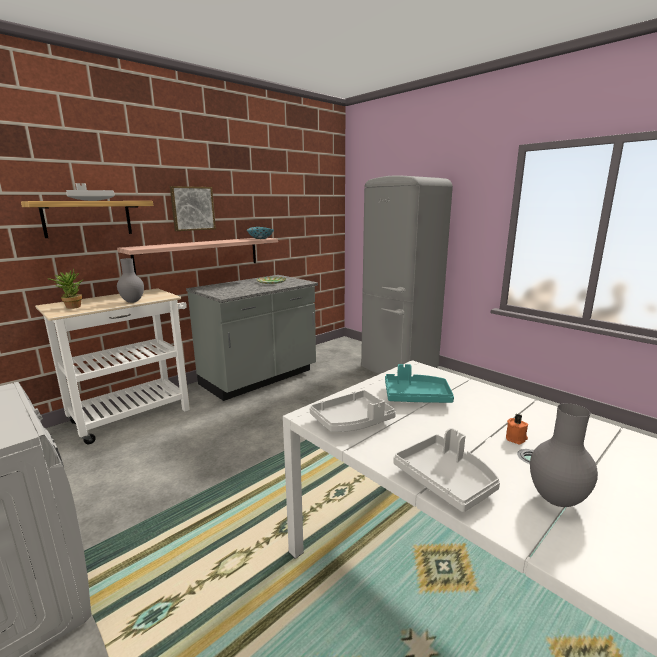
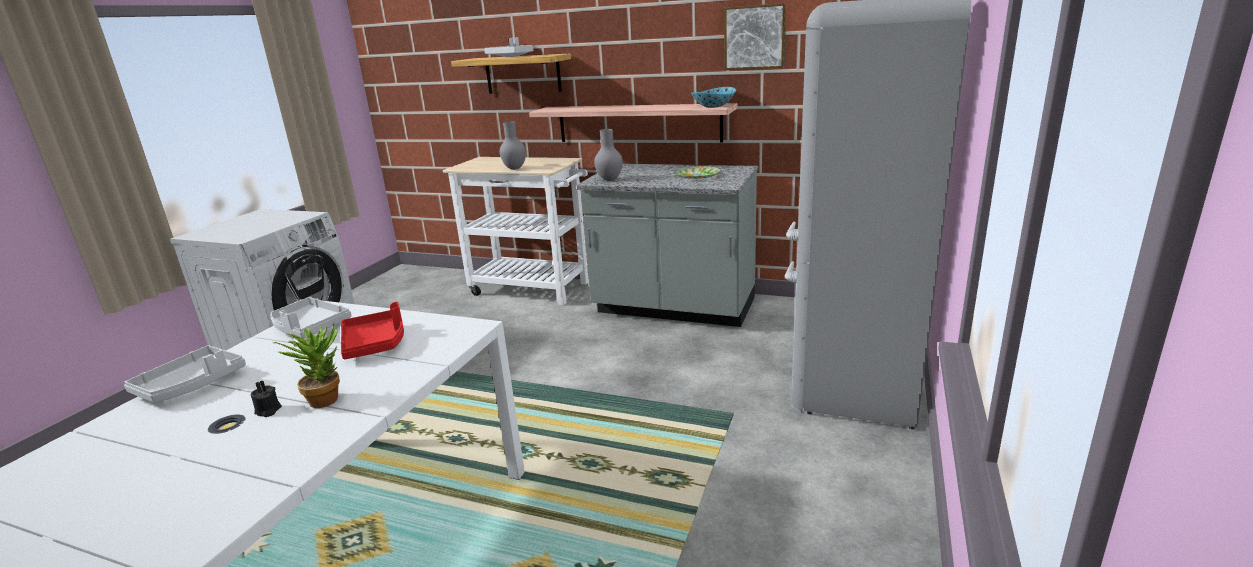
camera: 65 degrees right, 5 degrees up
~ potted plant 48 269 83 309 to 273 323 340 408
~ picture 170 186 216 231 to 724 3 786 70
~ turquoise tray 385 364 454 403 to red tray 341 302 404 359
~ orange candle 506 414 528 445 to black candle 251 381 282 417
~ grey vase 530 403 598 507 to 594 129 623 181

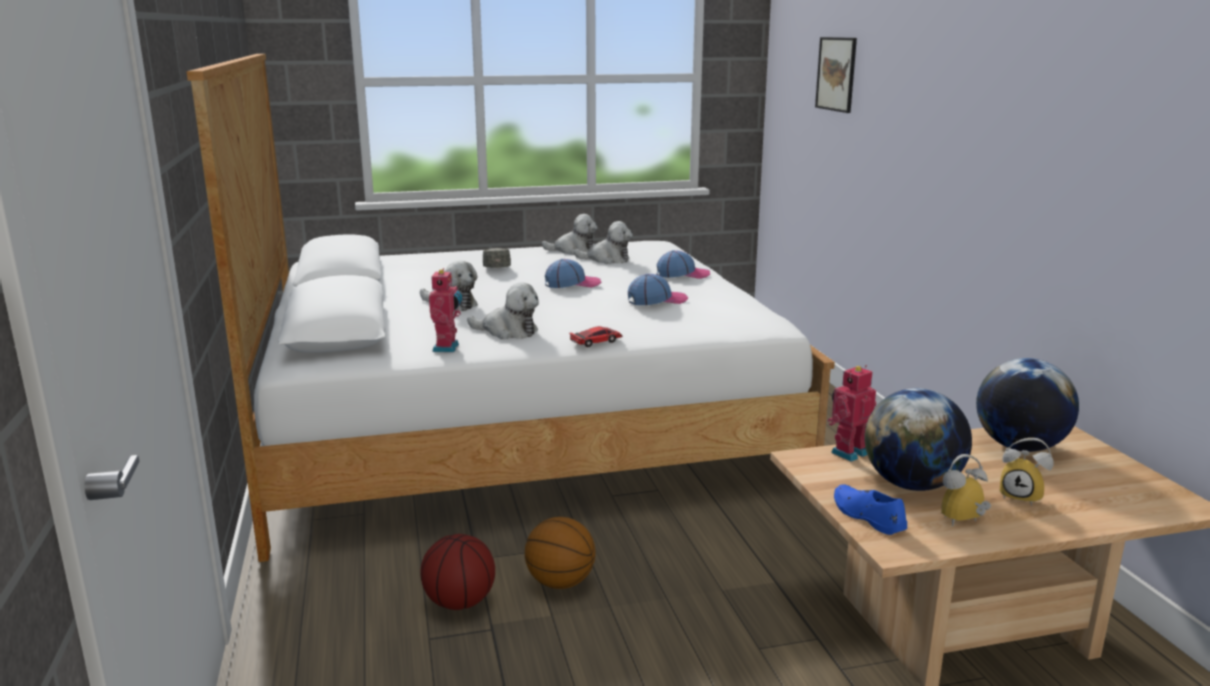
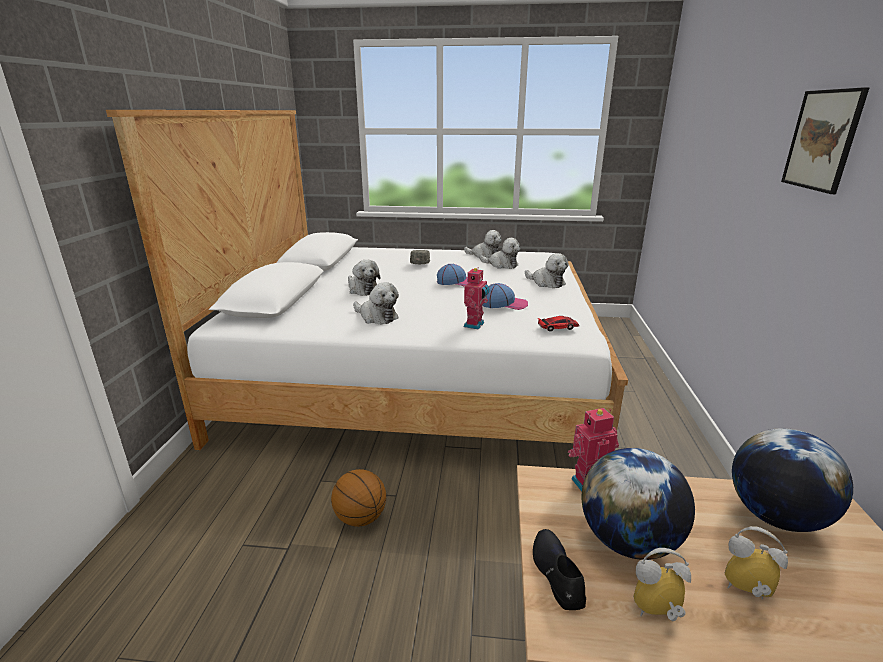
camera: 20 degrees right, 5 degrees up
- basketball 420 534 495 610
~ toy robot 429 268 462 352 to 464 267 490 330
~ toy car 569 326 623 347 to 538 316 579 332
~ cap 656 250 710 279 to plush toy 525 253 569 288
~ picture 815 37 857 113 to 781 87 870 194
~ blue shoe 834 484 907 535 to black shoe 533 529 586 610
~ alarm clock 1000 438 1054 506 = 724 526 788 599 150 degrees clockwise

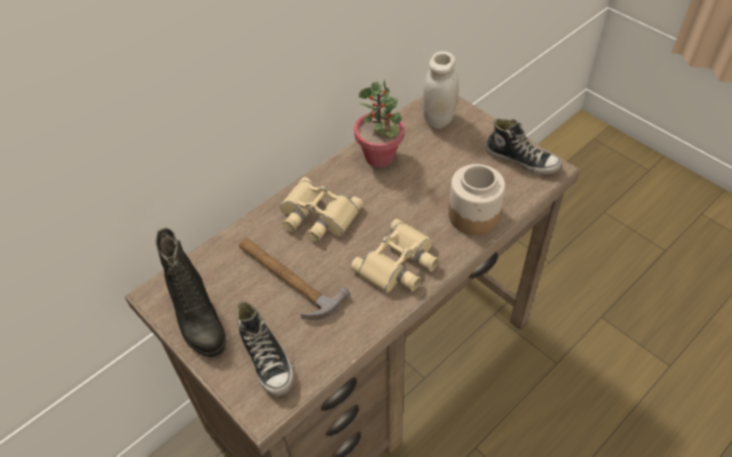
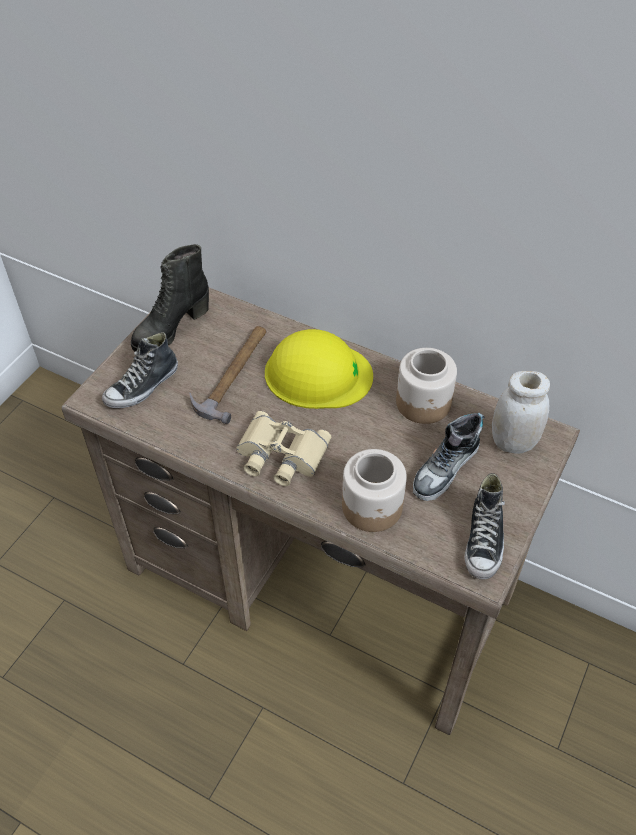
camera: 70 degrees right, 0 degrees up
~ beige binoculars 279 177 363 242 to yellow hard hat 265 329 373 409
~ potted plant 354 79 405 168 to jar 396 348 457 424
+ shoe 413 413 484 501

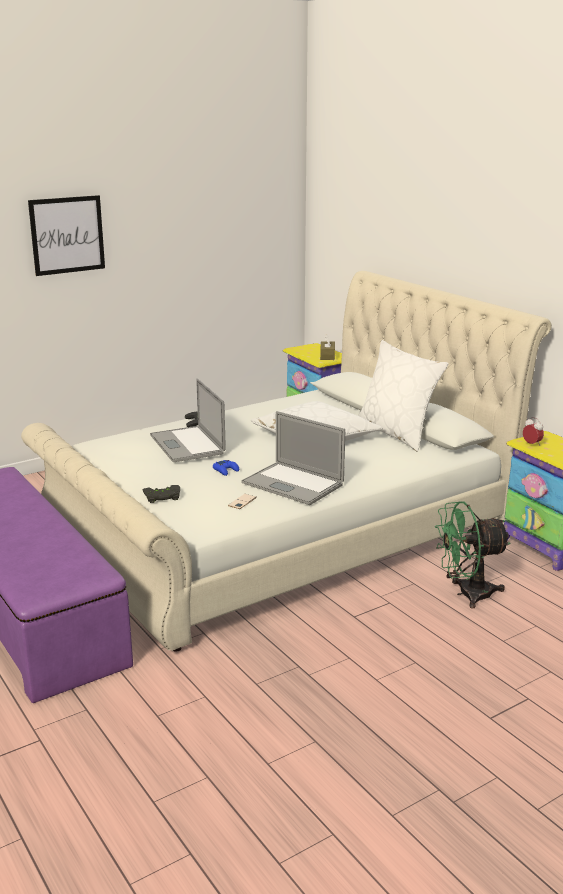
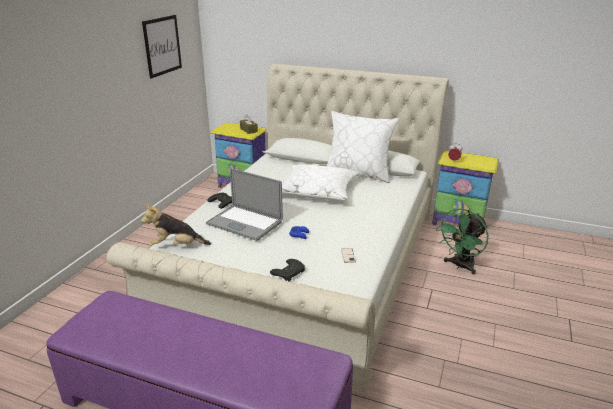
camera: 35 degrees left, 5 degrees up
~ picture 28 195 105 276 to 142 15 182 79
- laptop 242 411 345 505
+ plush toy 141 204 211 245

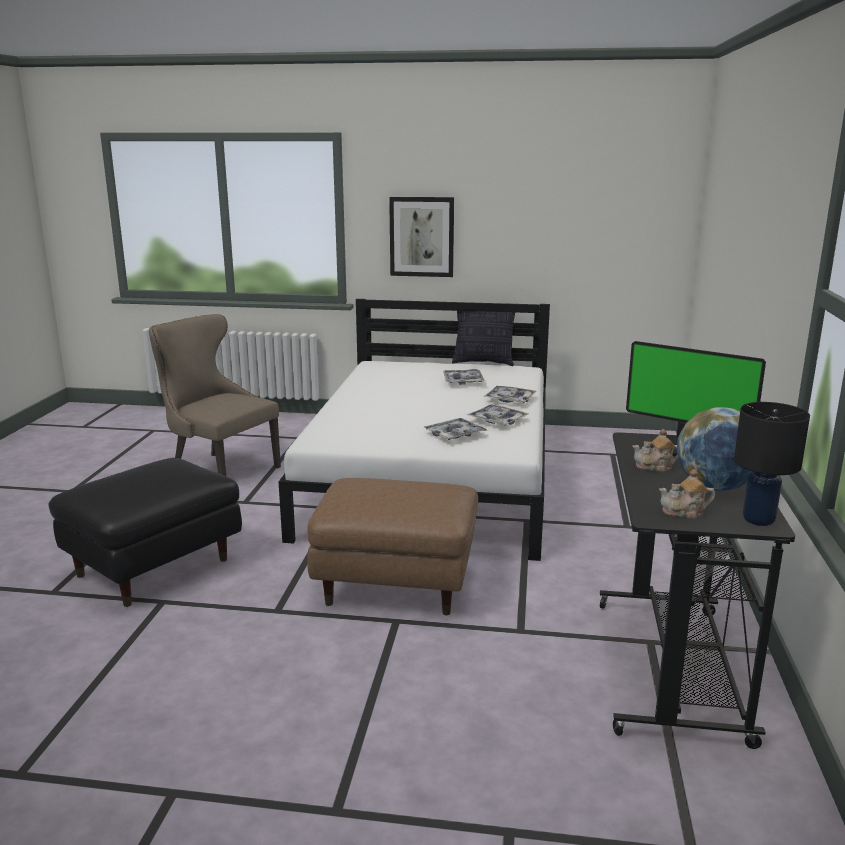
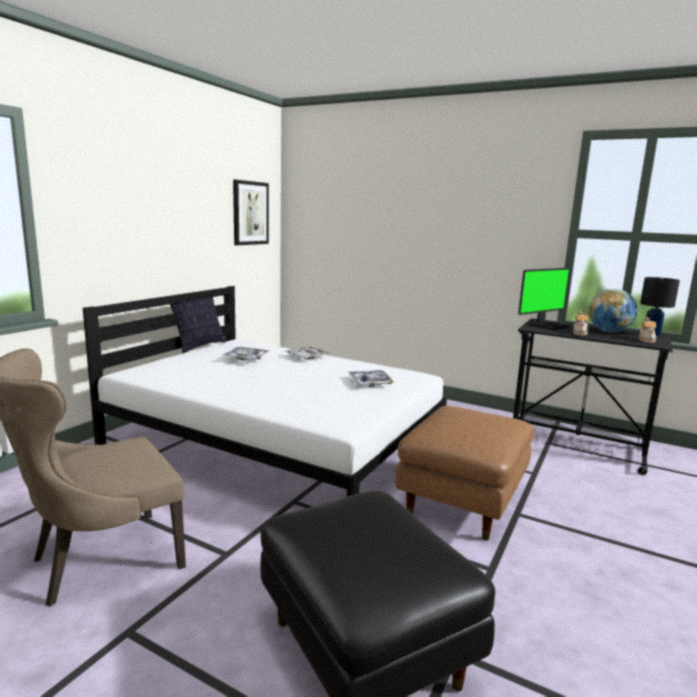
camera: 70 degrees left, 5 degrees down
~ picture 389 197 454 277 to 233 180 269 245
- tray 467 404 528 426

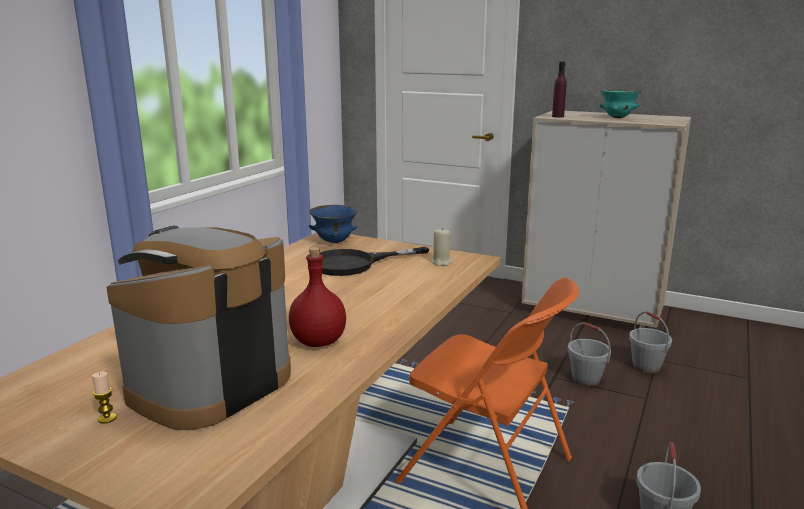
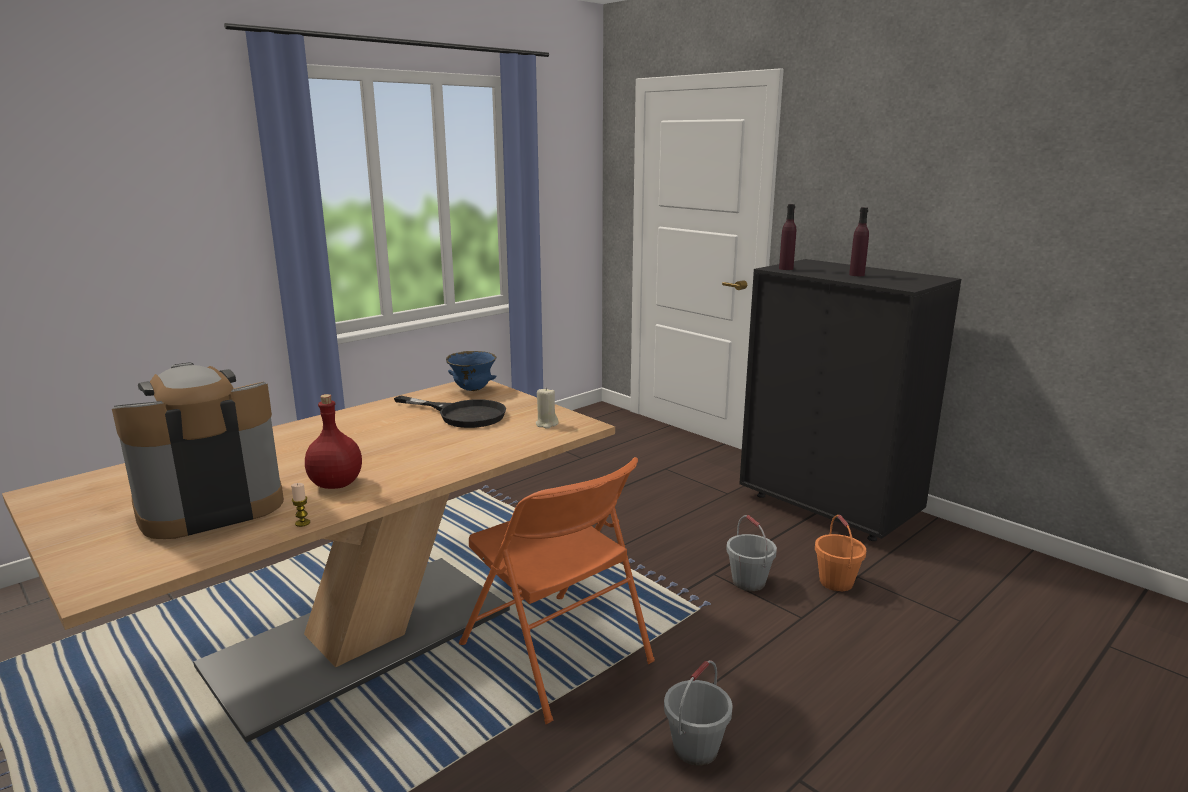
camera: 20 degrees right, 0 degrees up
~ candle 92 372 116 424 to 291 483 310 527
~ black frying pan 320 247 429 276 = 394 396 506 428 150 degrees counterclockwise
~ beige cabinet 521 111 691 328 to black cabinet 739 259 961 541
~ turquoise bowl 599 90 641 118 to purple bottle 849 207 869 276
~ grey bucket 629 311 672 373 to orange bucket 815 515 866 591

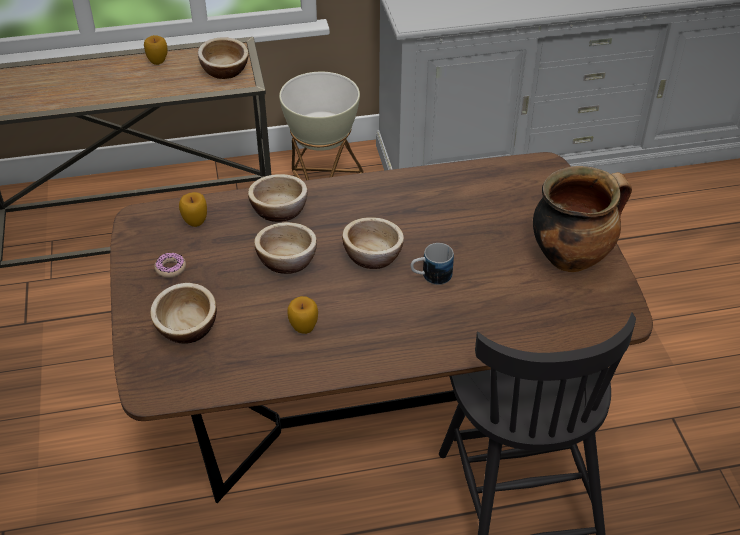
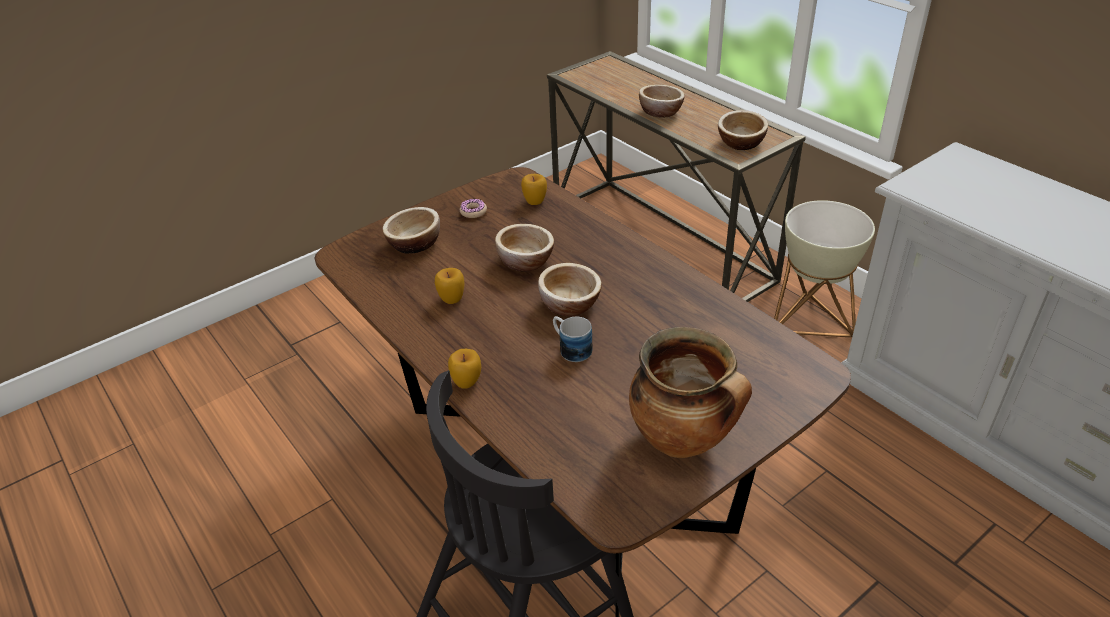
camera: 65 degrees right, 5 degrees down
~ apple 144 35 168 65 to 448 349 481 389
~ bowl 248 174 308 222 to 639 84 685 118

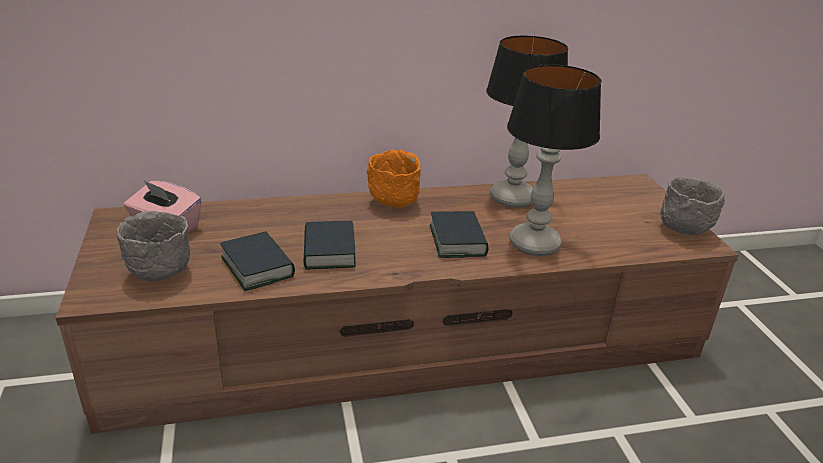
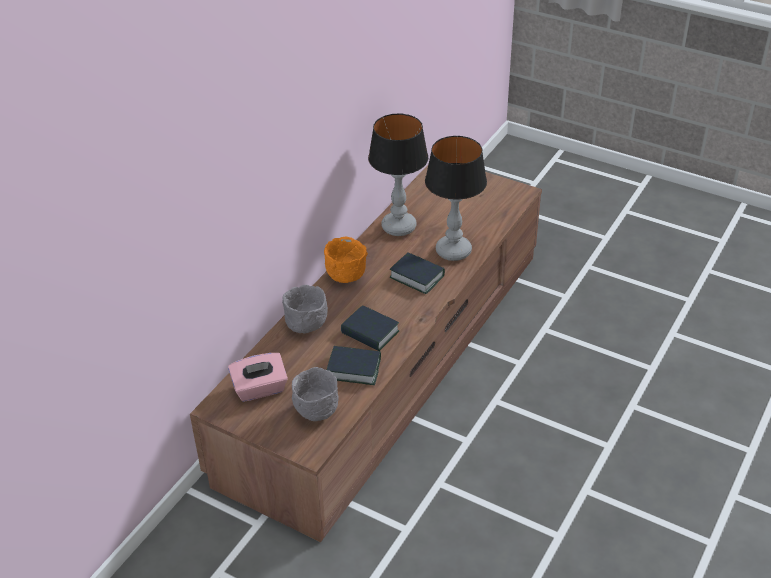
camera: 45 degrees left, 10 degrees up
~ grey bowl 660 177 725 235 to 282 285 328 334

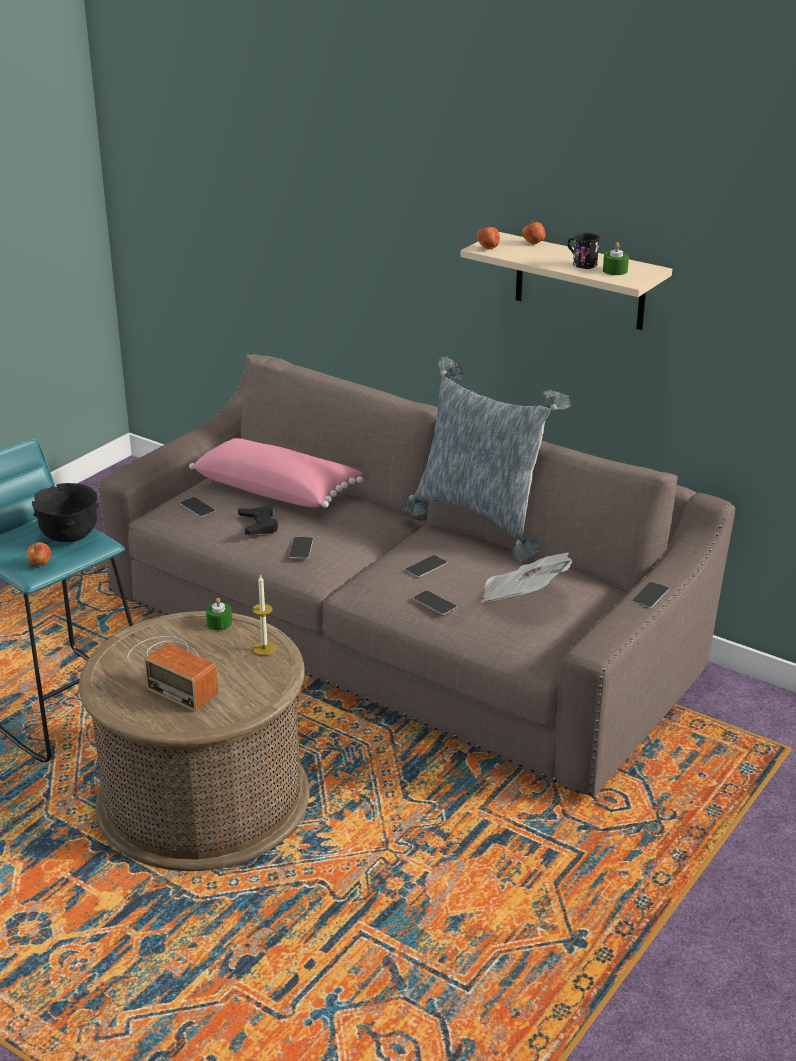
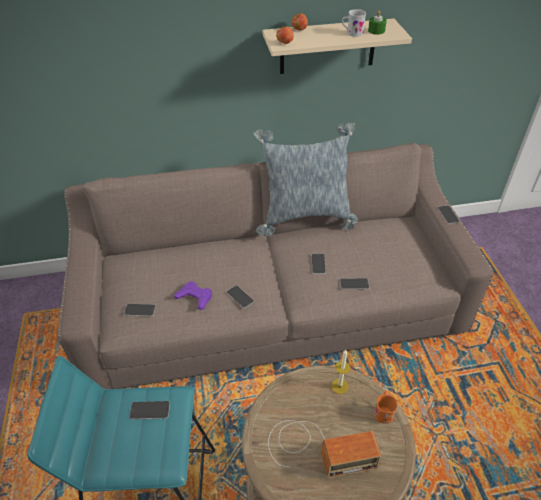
camera: 45 degrees left, 15 degrees up
- apple 27 542 51 566
~ black bowl 32 483 99 542 to phone 129 401 170 420
- pink pillow 189 438 363 508
- green candle 206 598 232 630
~ black game controller 238 506 278 535 to purple game controller 174 281 212 310
- newspaper 481 553 572 603
~ black mug 568 233 600 269 to white mug 342 9 366 37
+ orange mug 375 391 397 424

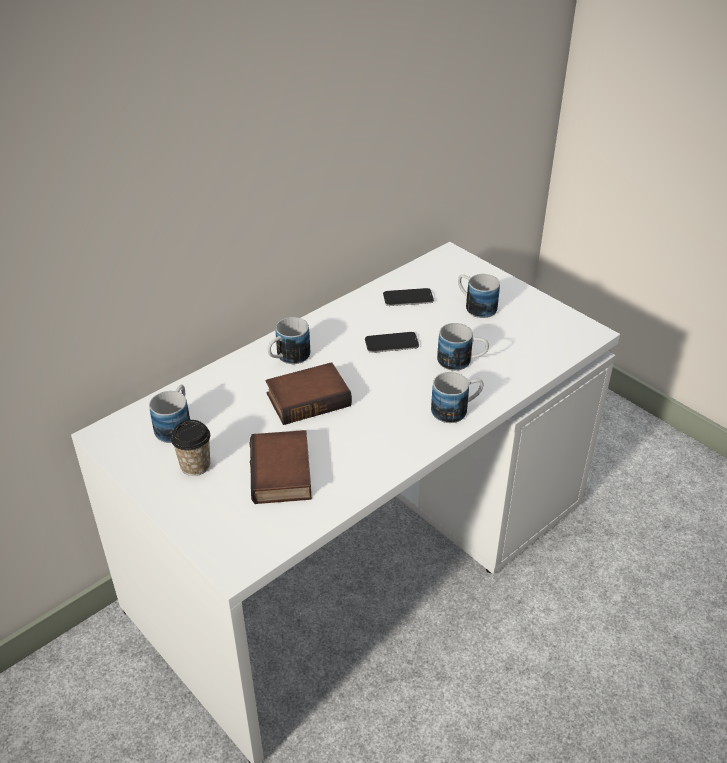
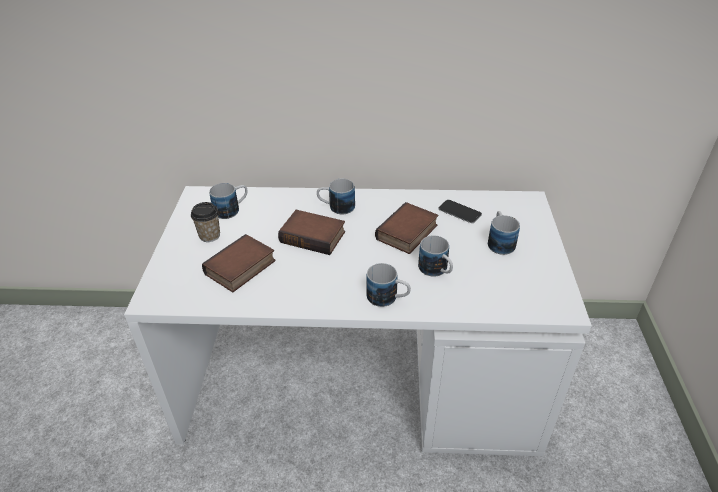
camera: 45 degrees right, 0 degrees up
~ phone 365 332 419 353 to book 375 202 438 254

